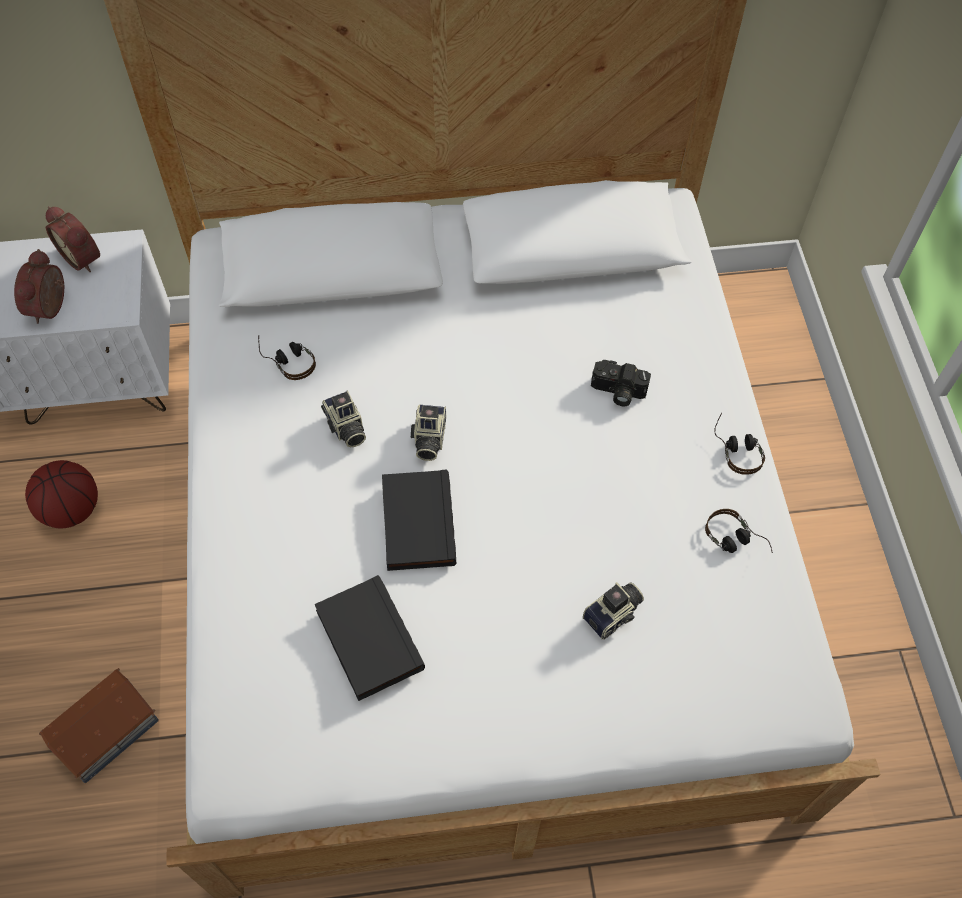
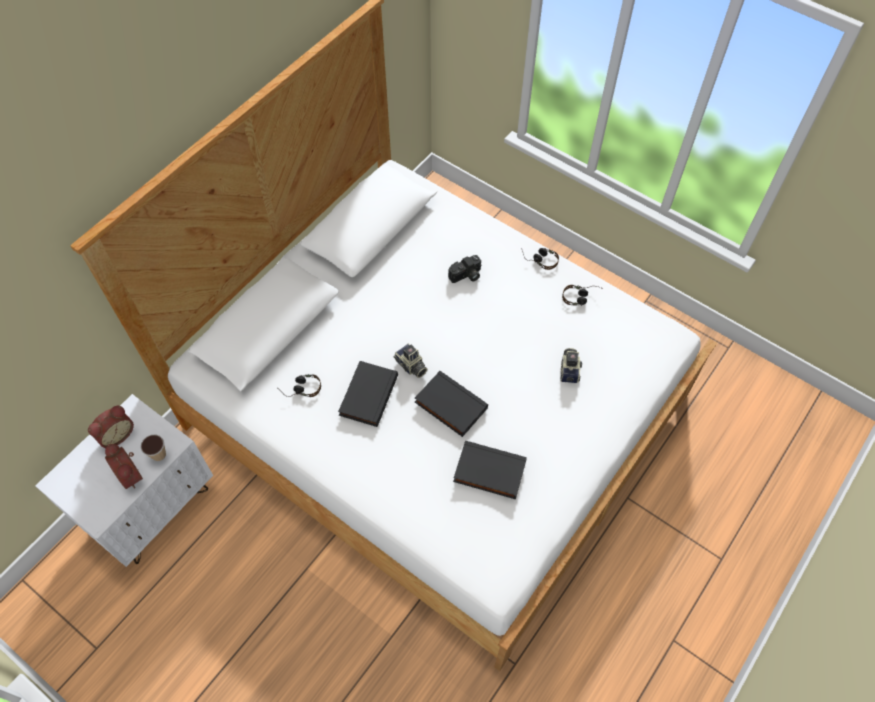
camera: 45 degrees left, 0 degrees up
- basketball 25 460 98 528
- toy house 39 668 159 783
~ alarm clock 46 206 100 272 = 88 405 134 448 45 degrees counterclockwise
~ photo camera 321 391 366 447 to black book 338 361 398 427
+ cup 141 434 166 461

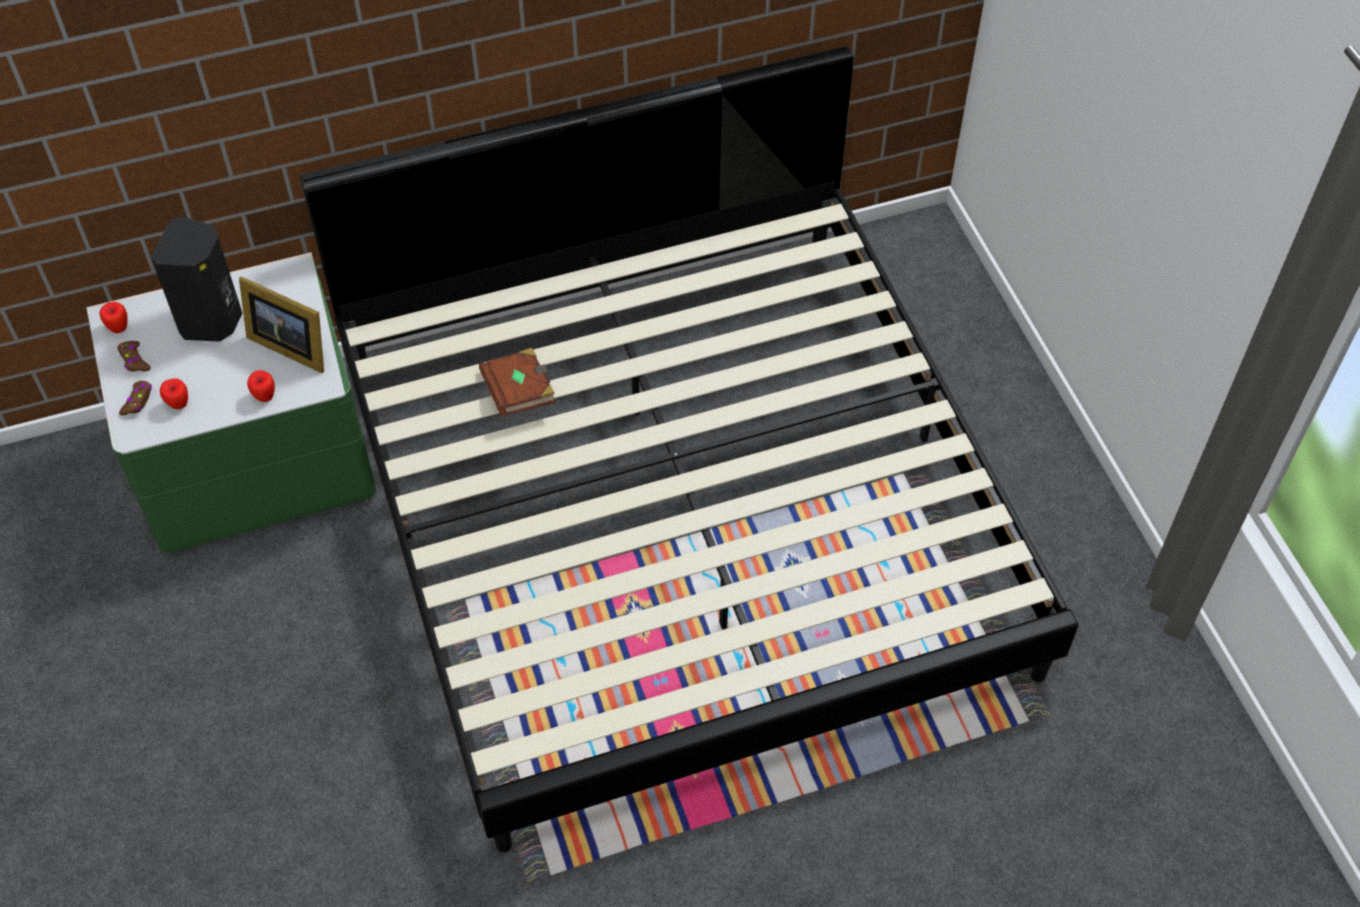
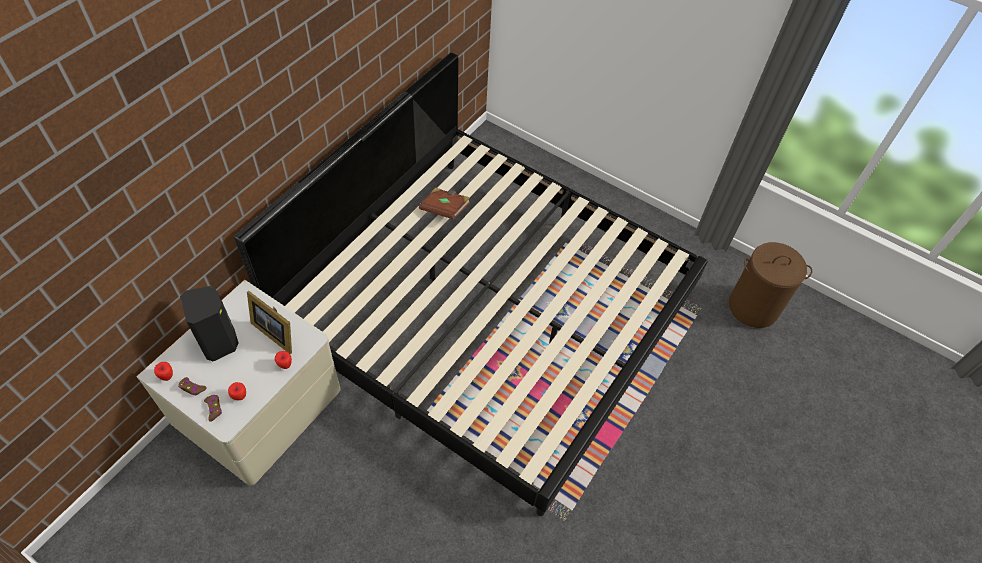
camera: 40 degrees left, 0 degrees up
~ green nightstand 86 252 376 553 to beige nightstand 136 280 340 485
~ picture frame 239 276 324 373 = 247 291 292 354 45 degrees clockwise
~ brown book 479 348 556 416 to 419 187 471 220
+ brown laundry basket 729 242 813 328

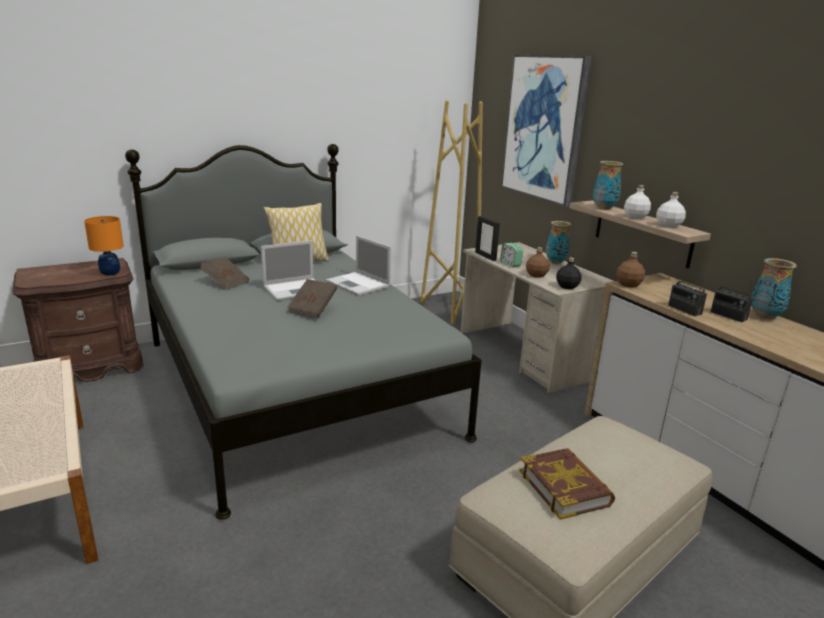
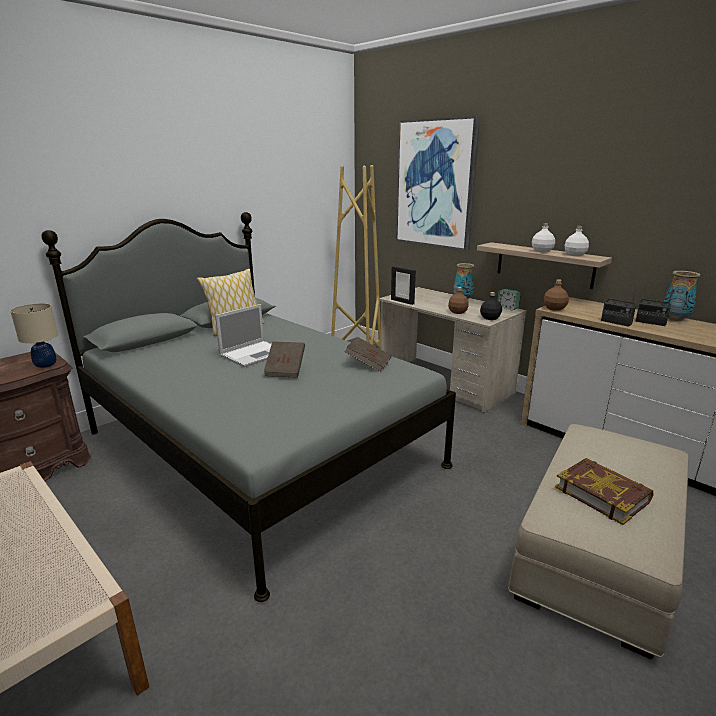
camera: 15 degrees left, 0 degrees up
~ orange table lamp 84 216 124 275 to beige table lamp 10 303 58 368
~ brown book 200 257 249 290 to 345 337 392 372
- laptop 326 235 391 296
~ alarm clock 500 243 523 267 to 497 289 521 310
- vase 593 161 623 210

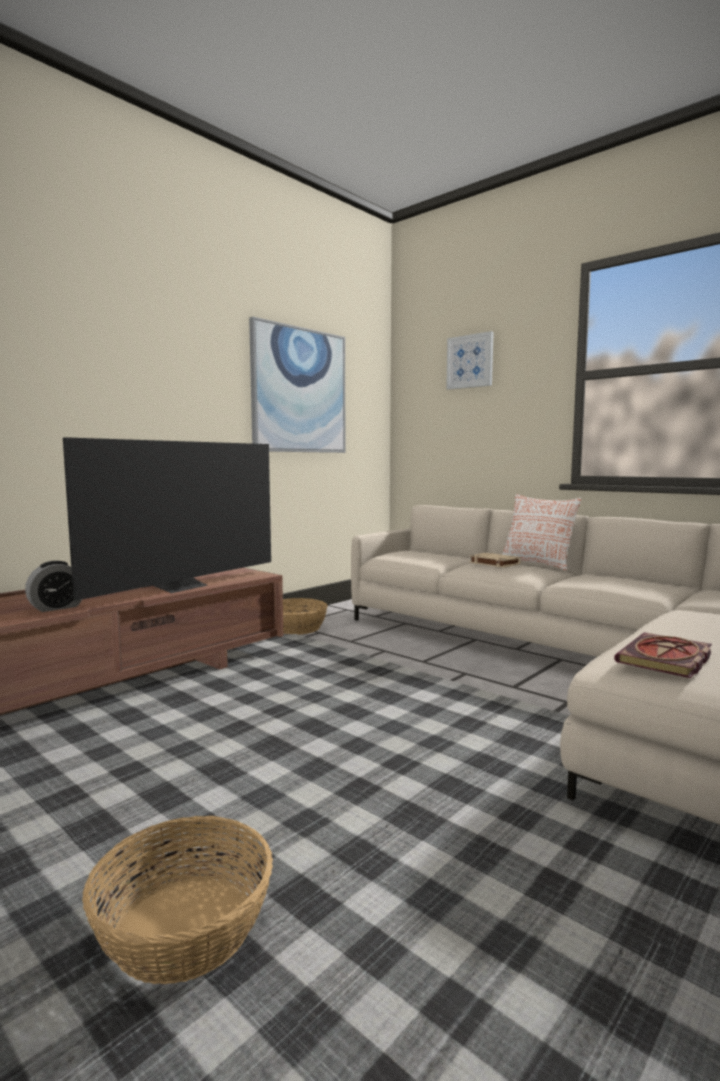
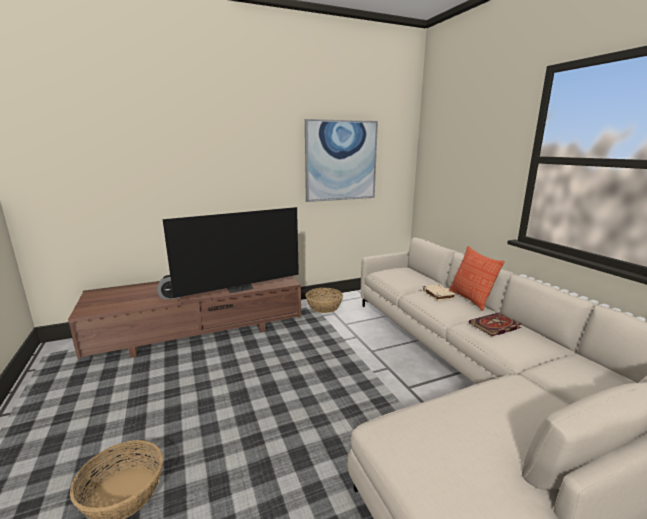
camera: 25 degrees right, 10 degrees up
- picture 446 331 494 390
~ white pillow 502 494 581 571 to orange pillow 449 246 505 311
~ book 614 632 712 678 to 469 313 521 336

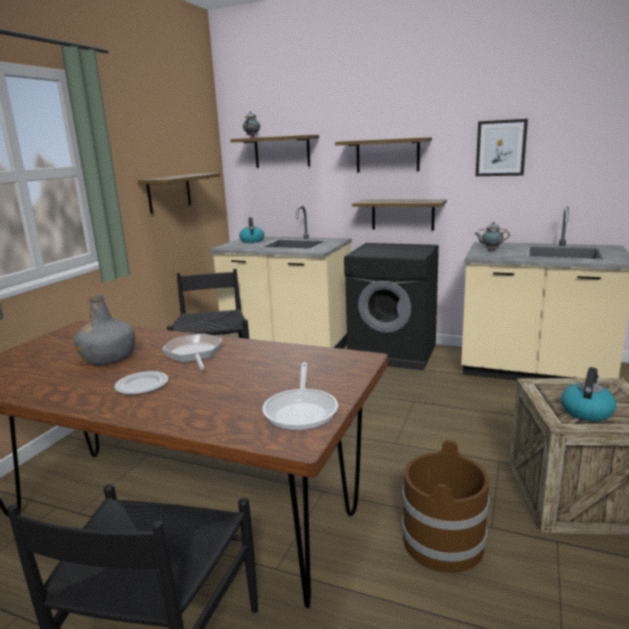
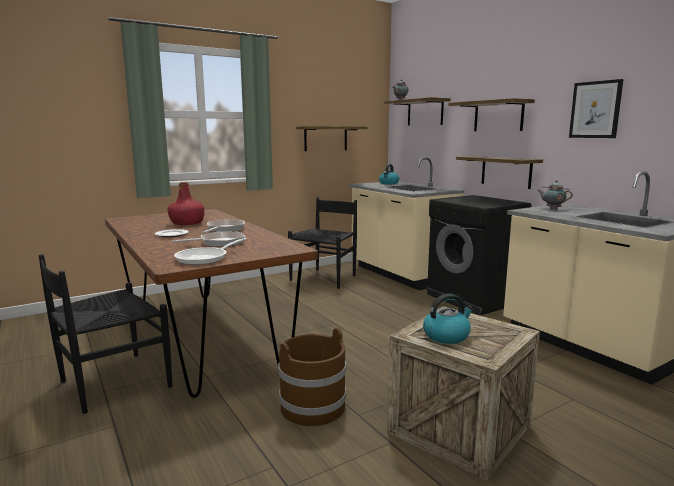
camera: 35 degrees right, 5 degrees down
~ grey bottle 74 294 135 365 to red bottle 167 182 205 225
+ frying pan 172 231 245 247

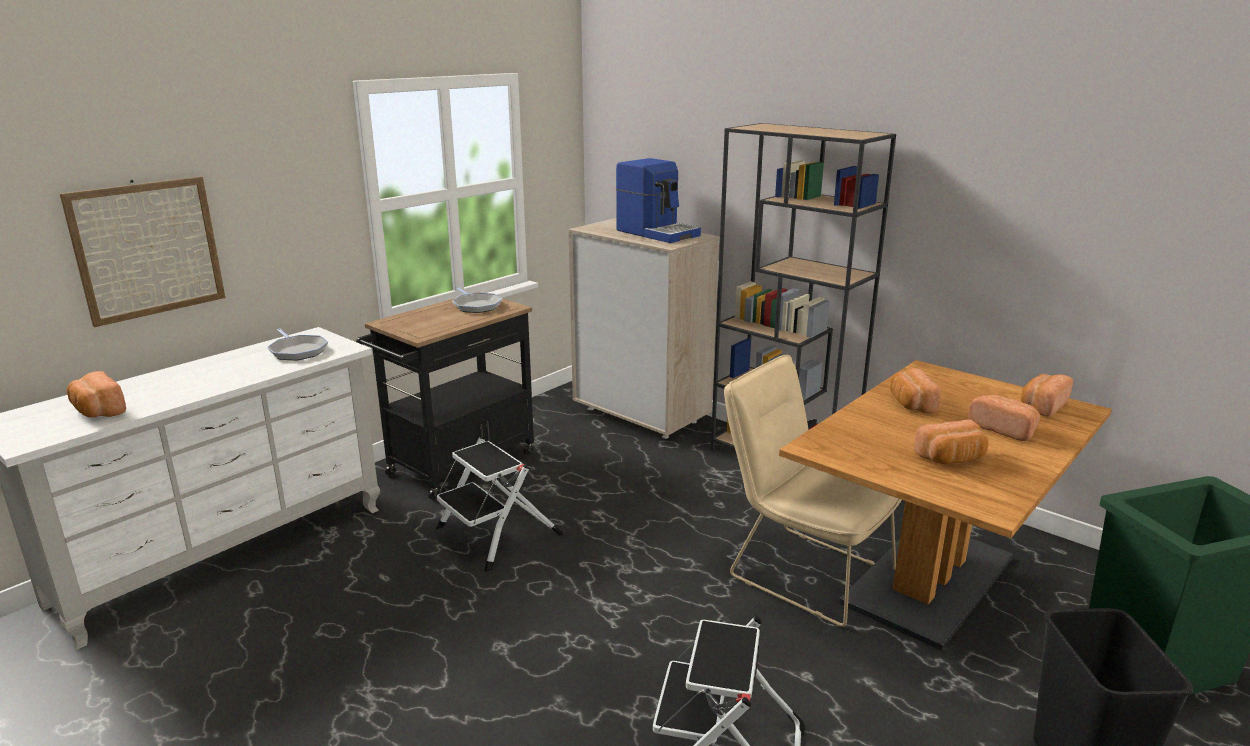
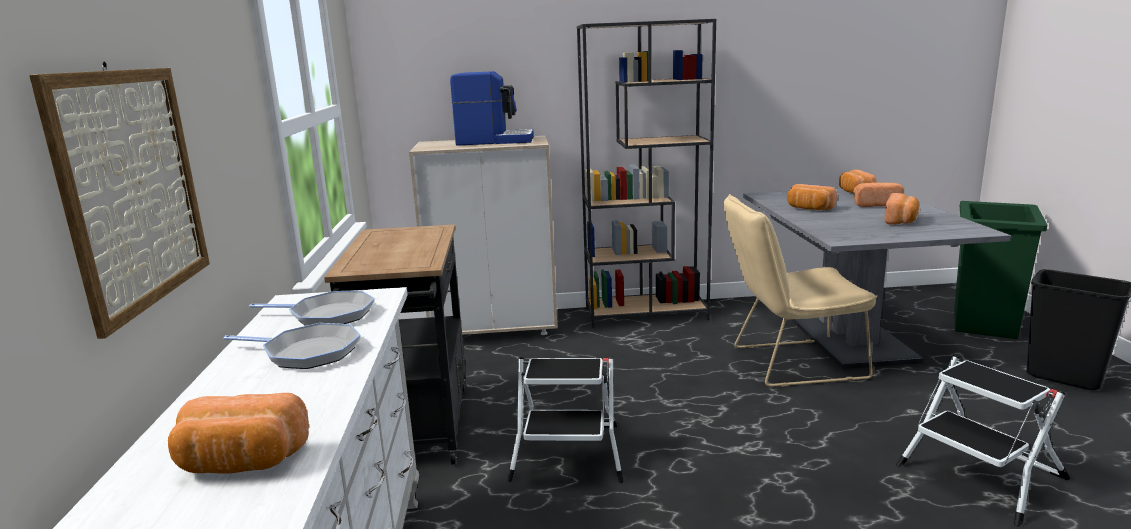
camera: 45 degrees left, 5 degrees down
~ frying pan 452 287 502 313 to 223 323 361 369
~ brown dining table 779 360 1112 651 to grey dining table 743 188 1011 369

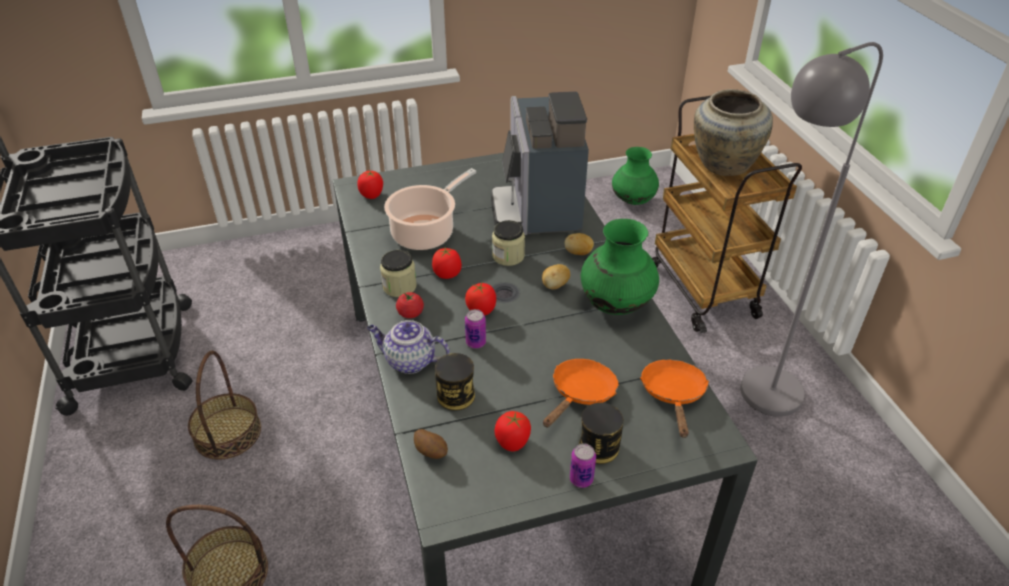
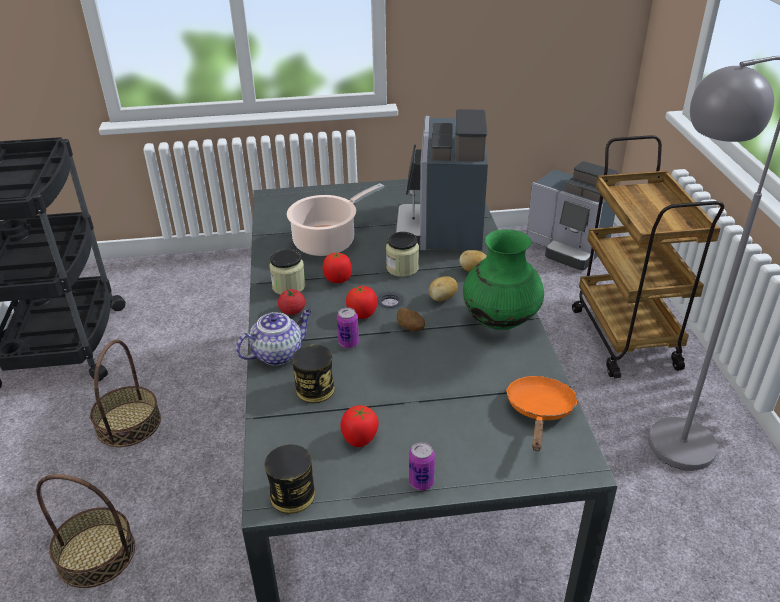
camera: 10 degrees right, 5 degrees down
- tomato 357 171 383 199
~ teapot 367 320 449 374 = 236 310 312 366 120 degrees clockwise
~ potato 414 429 448 459 to 397 308 425 331
- orange frying pan 543 359 618 428
~ can 579 403 623 464 to 265 444 315 514
~ green vase 612 147 659 205 to coffee machine 527 161 618 270
- beige vase 694 89 773 176

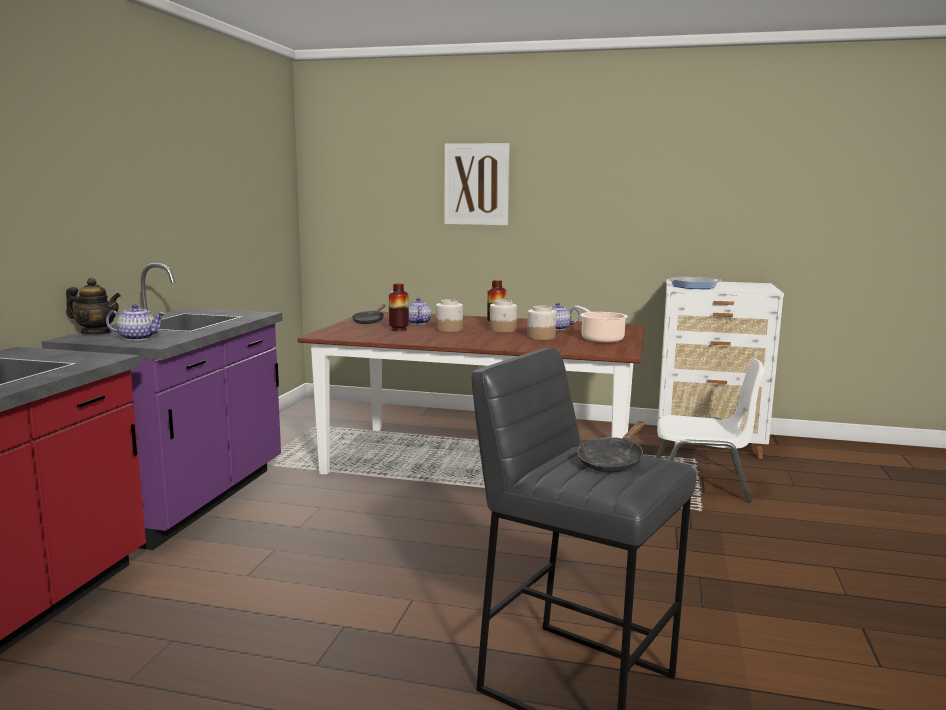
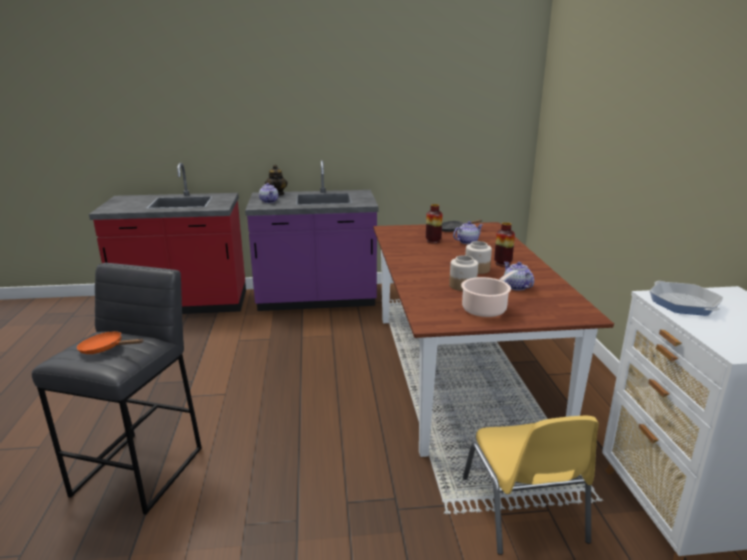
camera: 70 degrees right, 10 degrees up
- jar 436 299 463 332
- picture 445 143 510 225
~ black frying pan 578 421 644 473 to orange frying pan 77 331 144 354
~ white chair 656 359 764 502 to yellow chair 463 416 599 555

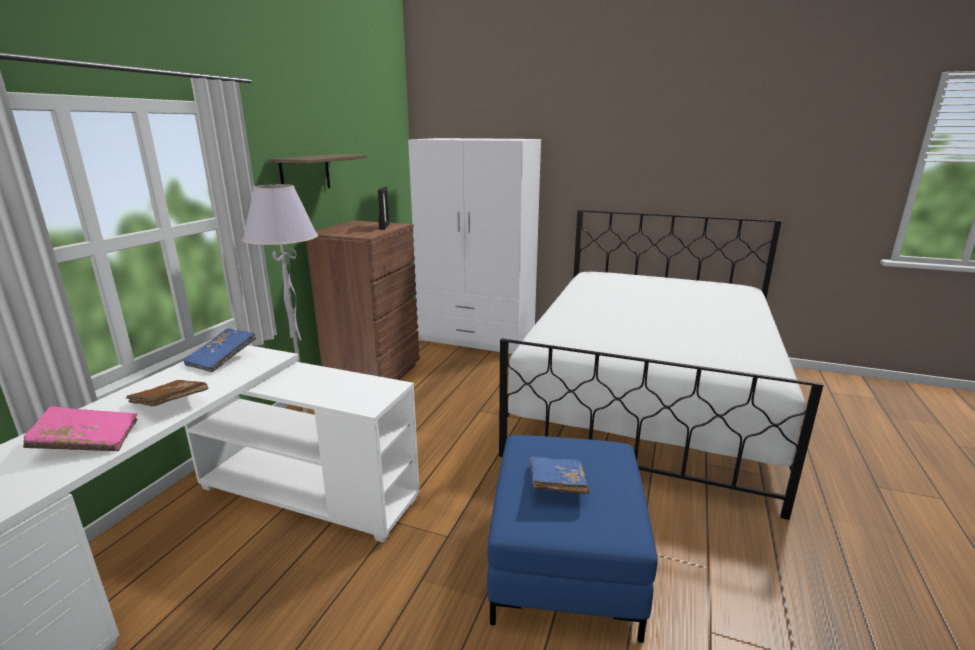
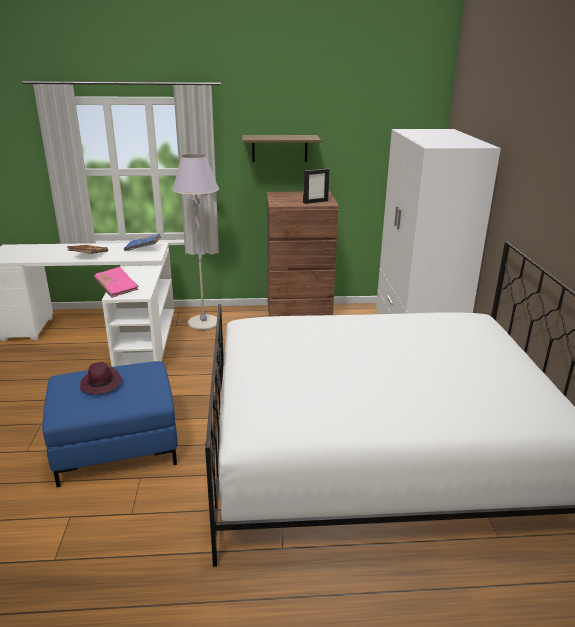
camera: 65 degrees right, 5 degrees up
~ pink book 23 406 137 451 to 94 267 139 298
~ blue book 530 456 589 494 to purple hat 80 362 123 394

